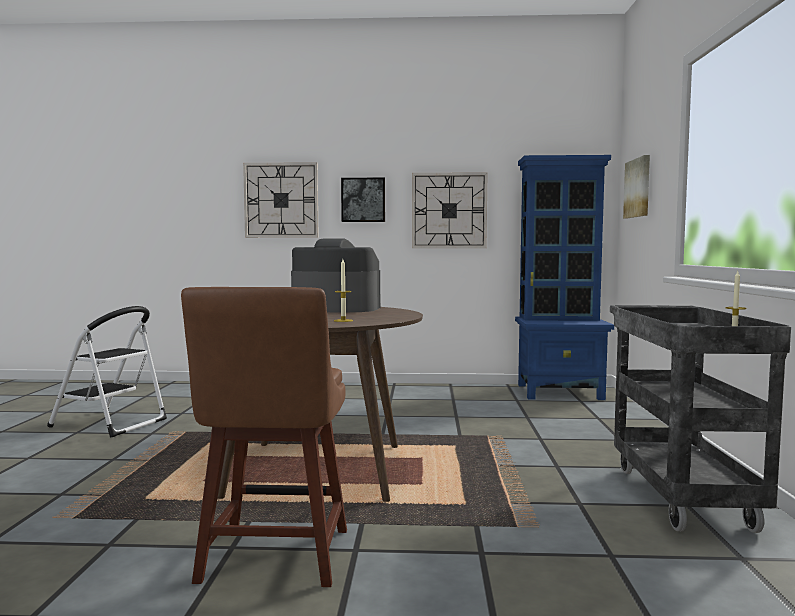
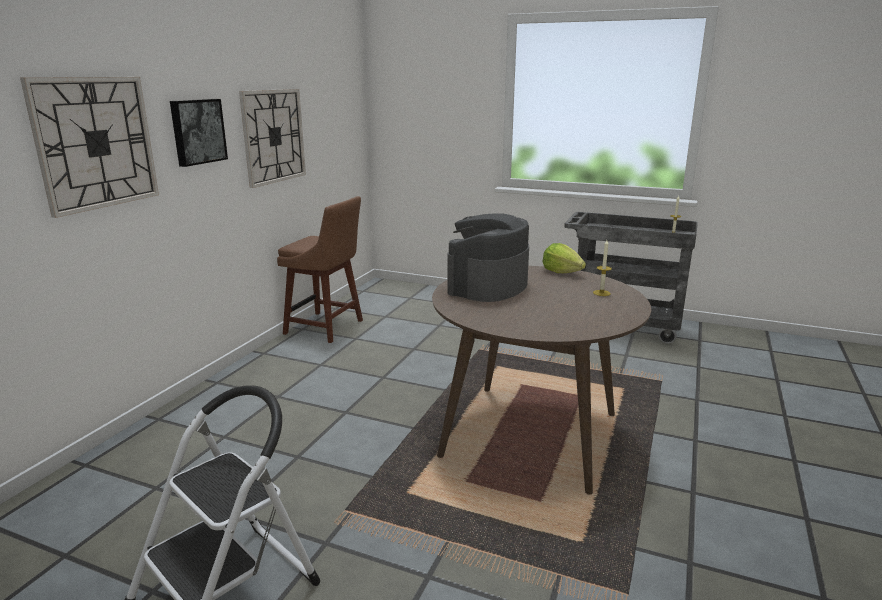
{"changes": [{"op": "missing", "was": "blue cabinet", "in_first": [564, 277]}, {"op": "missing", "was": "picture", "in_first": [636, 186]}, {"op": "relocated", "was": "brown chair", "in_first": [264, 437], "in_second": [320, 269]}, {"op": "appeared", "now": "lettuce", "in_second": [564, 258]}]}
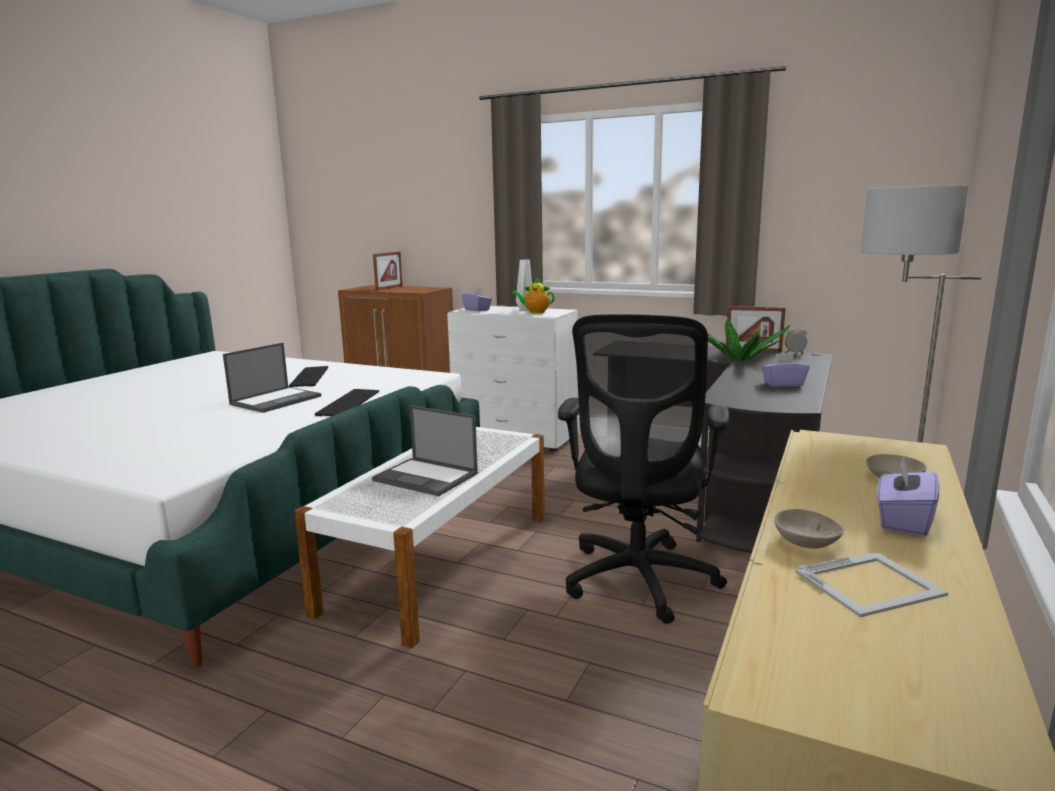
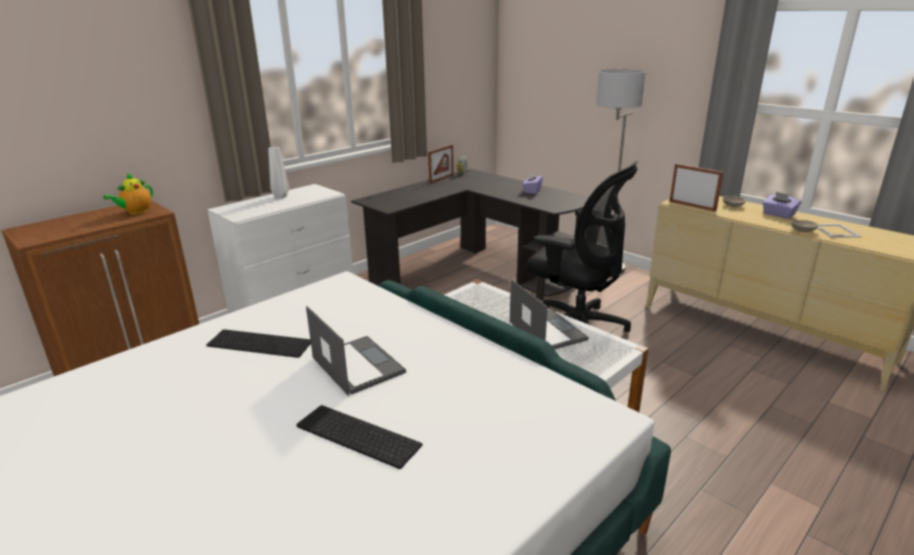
{"changes": [{"op": "relocated", "was": "picture frame", "in_first": [388, 271], "in_second": [696, 188]}, {"op": "relocated", "was": "teapot", "in_first": [533, 296], "in_second": [128, 194]}, {"op": "missing", "was": "purple tissue box", "in_first": [477, 299]}, {"op": "missing", "was": "potted plant", "in_first": [749, 340]}, {"op": "relocated", "was": "keyboard", "in_first": [347, 402], "in_second": [359, 437]}, {"op": "spun", "was": "laptop", "in_first": [425, 451], "in_second": [549, 314], "clockwise": -75}]}
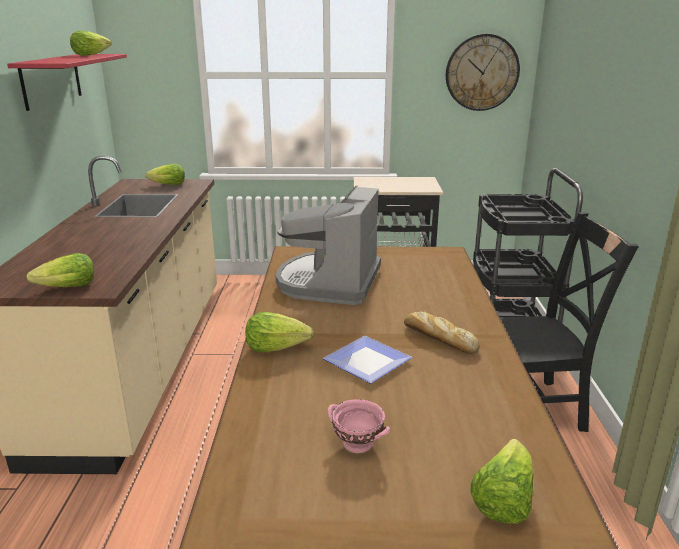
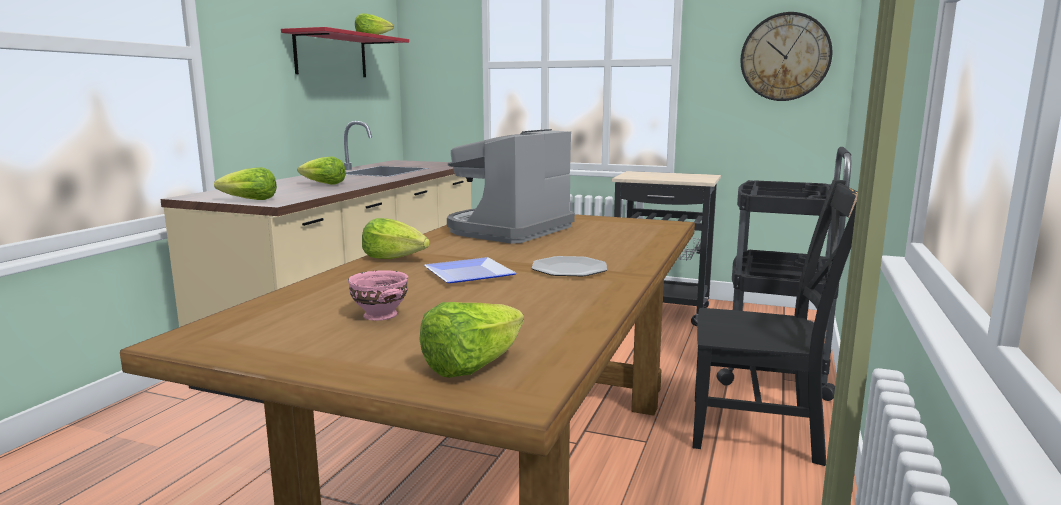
{"changes": [{"op": "relocated", "was": "lettuce", "in_first": [165, 174], "in_second": [321, 171]}, {"op": "exchanged", "was": "bread", "now": "plate", "in_first": [441, 332], "in_second": [569, 266]}]}
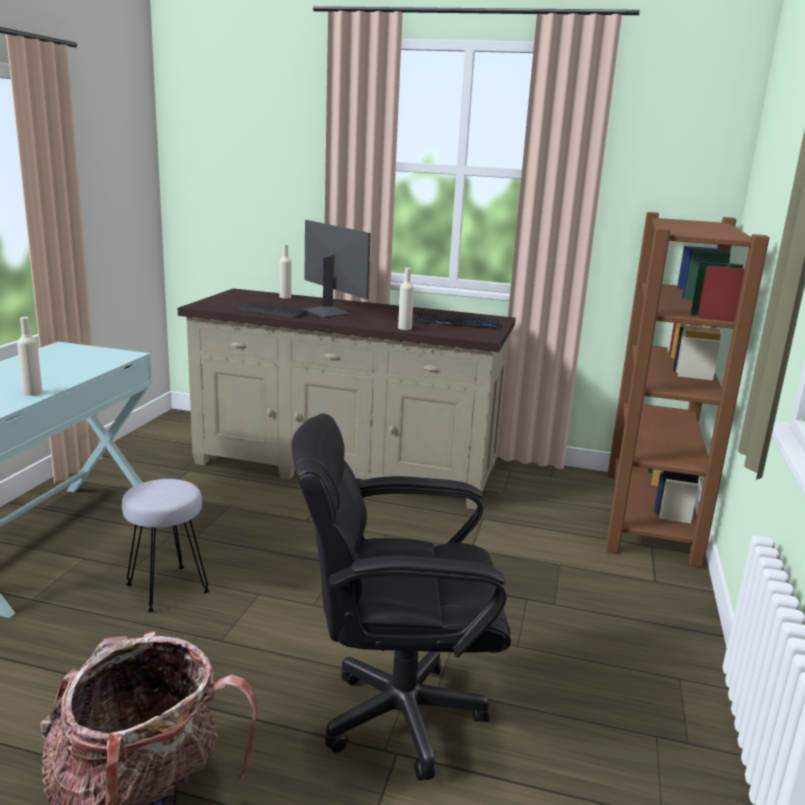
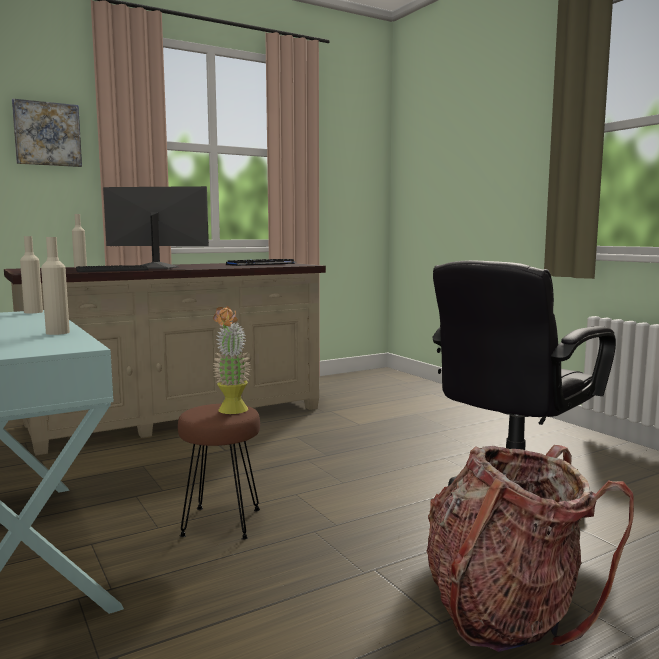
{"changes": [{"op": "missing", "was": "brown bookcase", "in_first": [688, 390]}, {"op": "relocated", "was": "beige bottle", "in_first": [406, 299], "in_second": [31, 274]}, {"op": "colour", "was": "grey stool", "now": "brown stool", "in_first": [165, 545], "in_second": [219, 472]}, {"op": "appeared", "now": "picture", "in_second": [47, 132]}, {"op": "appeared", "now": "potted plant", "in_second": [232, 360]}]}
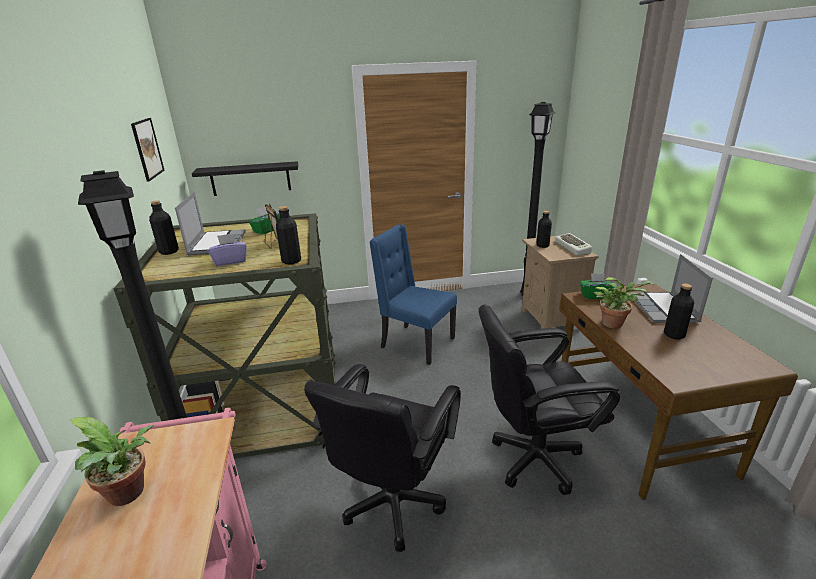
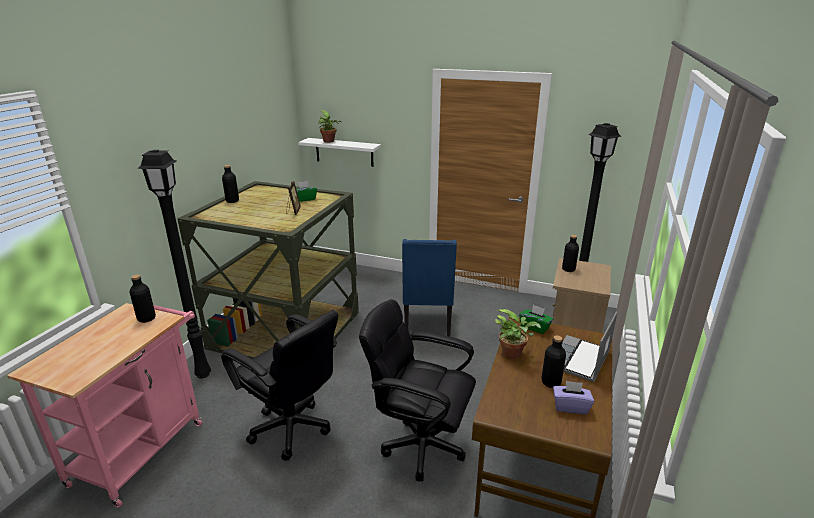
{"changes": [{"op": "missing", "was": "picture", "in_first": [147, 150]}, {"op": "colour", "was": "black shelf", "now": "white shelf", "in_first": [245, 178], "in_second": [339, 152]}, {"op": "missing", "was": "laptop", "in_first": [210, 223]}, {"op": "relocated", "was": "black bottle", "in_first": [288, 235], "in_second": [142, 299]}, {"op": "spun", "was": "blue chair", "in_first": [413, 294], "in_second": [429, 288], "clockwise": -150}, {"op": "missing", "was": "keyboard", "in_first": [573, 244]}, {"op": "relocated", "was": "purple tissue box", "in_first": [227, 250], "in_second": [573, 397]}, {"op": "spun", "was": "black office chair", "in_first": [382, 458], "in_second": [279, 385], "clockwise": -105}, {"op": "relocated", "was": "potted plant", "in_first": [112, 461], "in_second": [330, 126]}]}
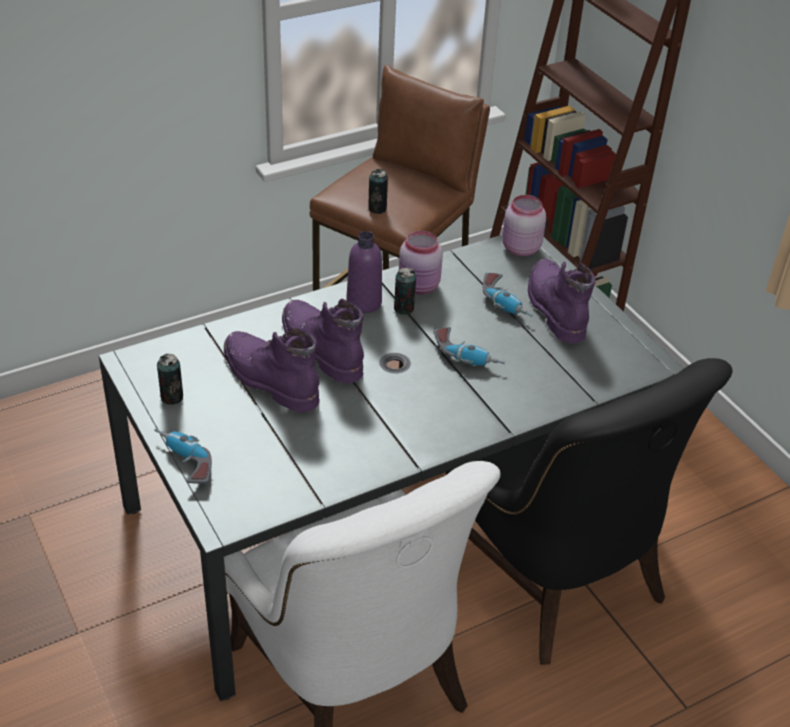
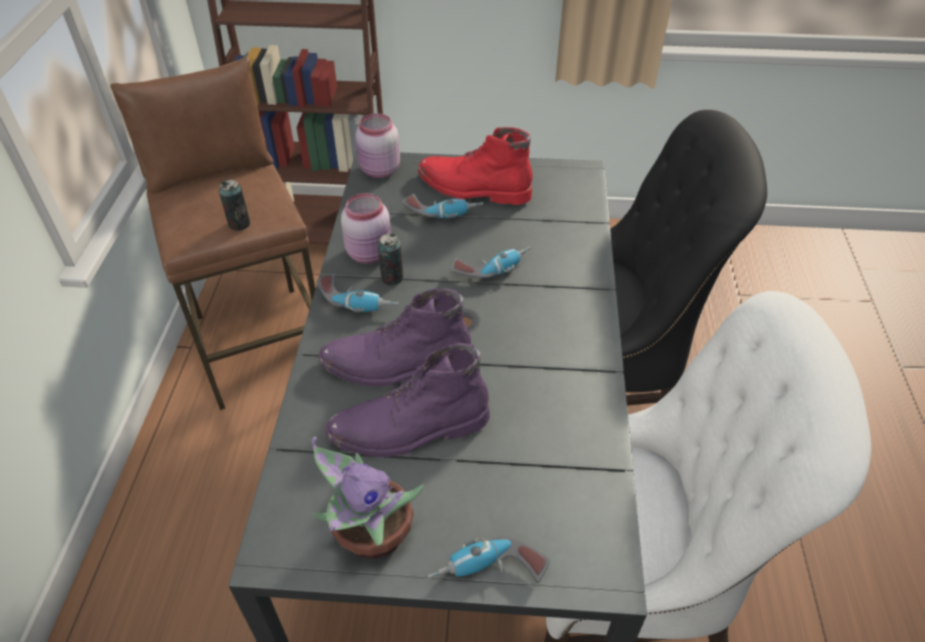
{"changes": [{"op": "exchanged", "was": "purple bottle", "now": "power drill", "in_first": [364, 272], "in_second": [357, 293]}, {"op": "colour", "was": "purple boot", "now": "red boot", "in_first": [562, 301], "in_second": [475, 166]}, {"op": "exchanged", "was": "can", "now": "potted plant", "in_first": [170, 379], "in_second": [368, 497]}]}
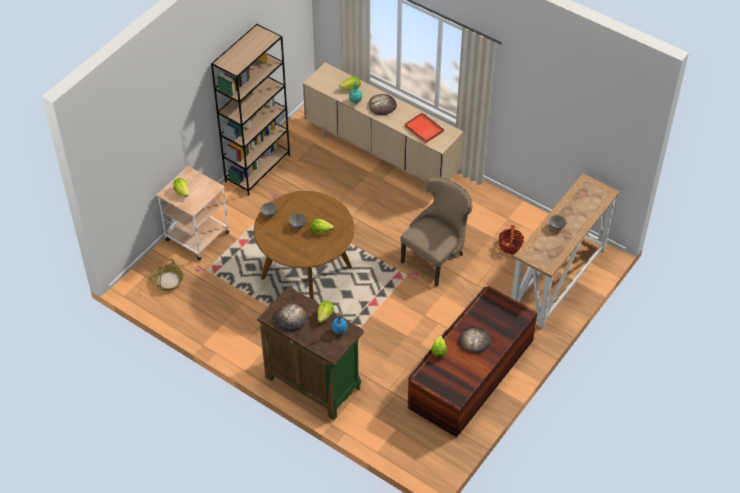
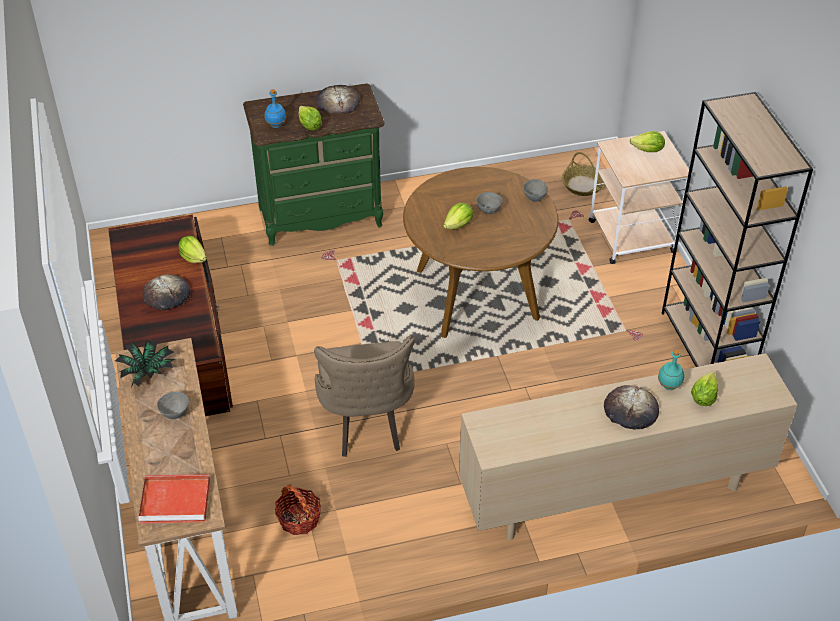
{"changes": [{"op": "relocated", "was": "red tray", "in_first": [425, 127], "in_second": [174, 499]}, {"op": "appeared", "now": "potted plant", "in_second": [145, 364]}]}
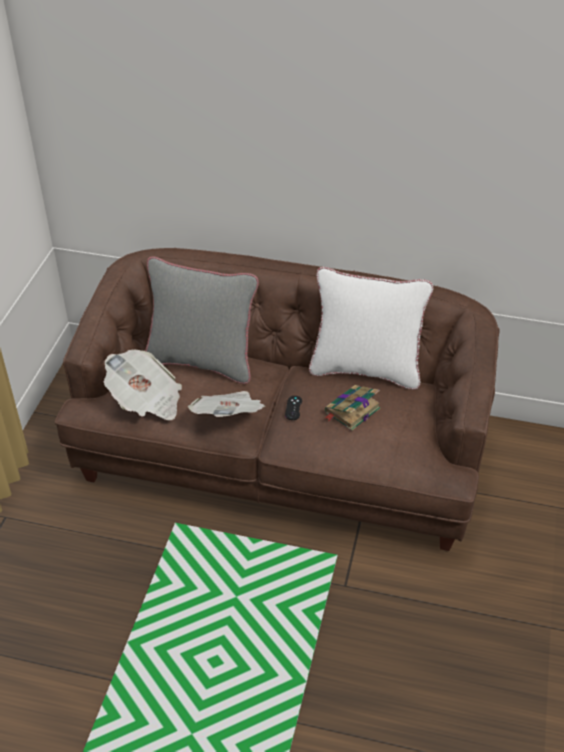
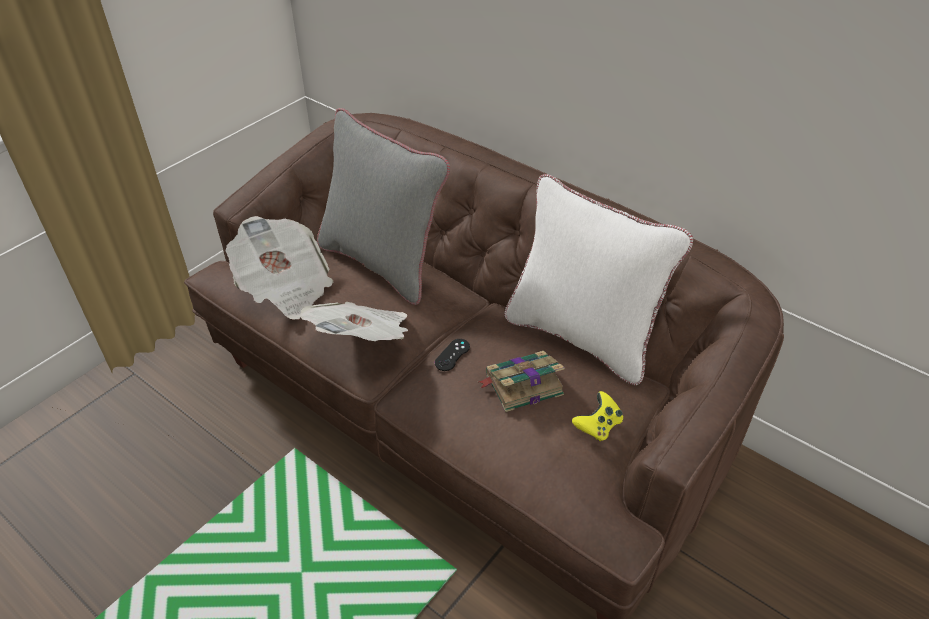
{"changes": [{"op": "appeared", "now": "yellow game controller", "in_second": [597, 416]}]}
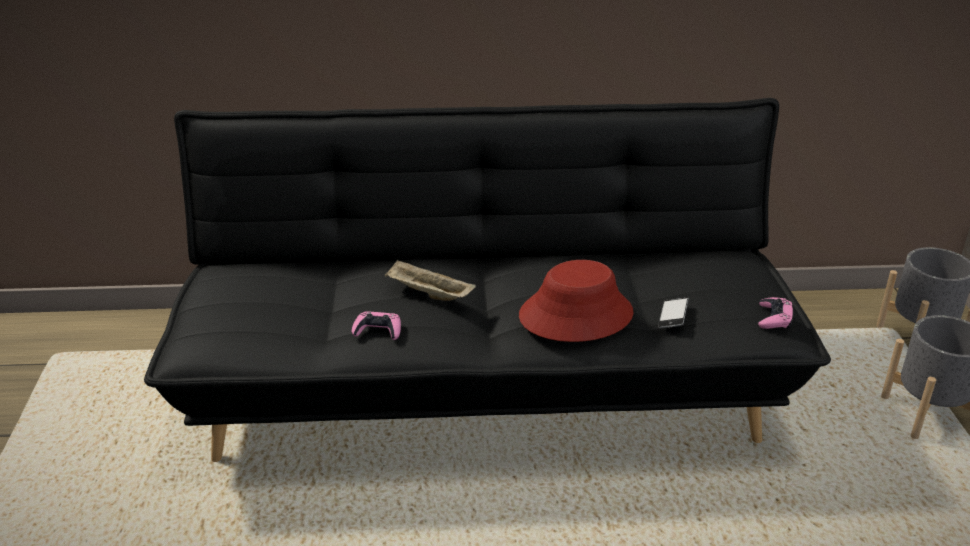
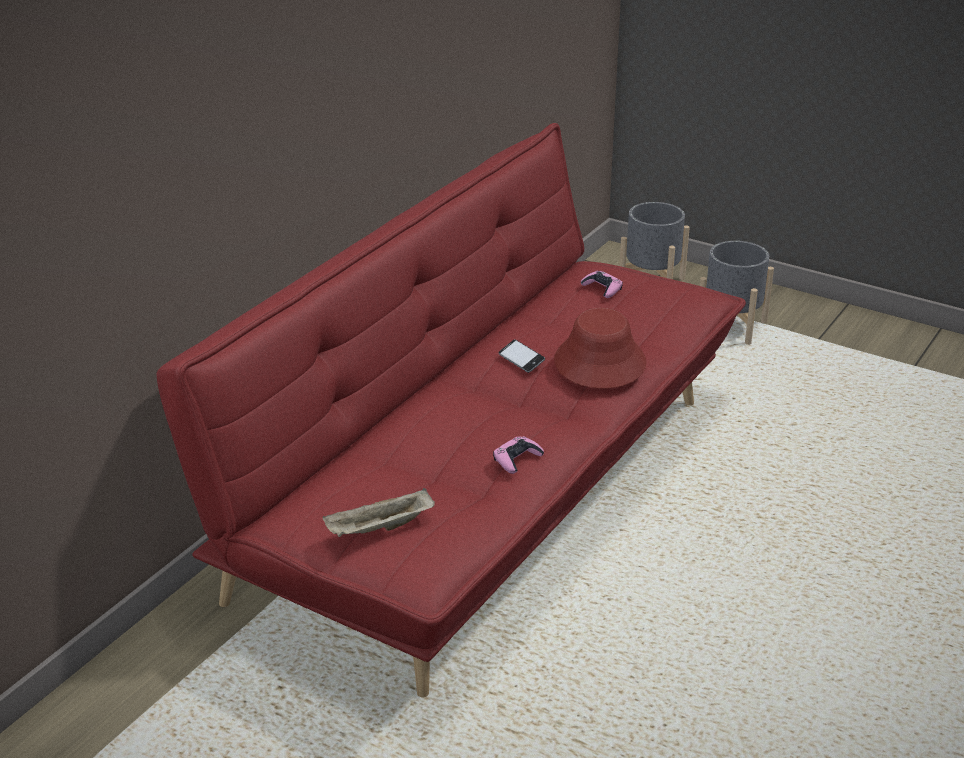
{"changes": [{"op": "colour", "was": "black sofa", "now": "red sofa", "in_first": [487, 280], "in_second": [451, 410]}, {"op": "relocated", "was": "beige tray", "in_first": [430, 280], "in_second": [379, 512]}, {"op": "relocated", "was": "phone", "in_first": [673, 312], "in_second": [521, 356]}, {"op": "relocated", "was": "pink game controller", "in_first": [775, 313], "in_second": [602, 284]}]}
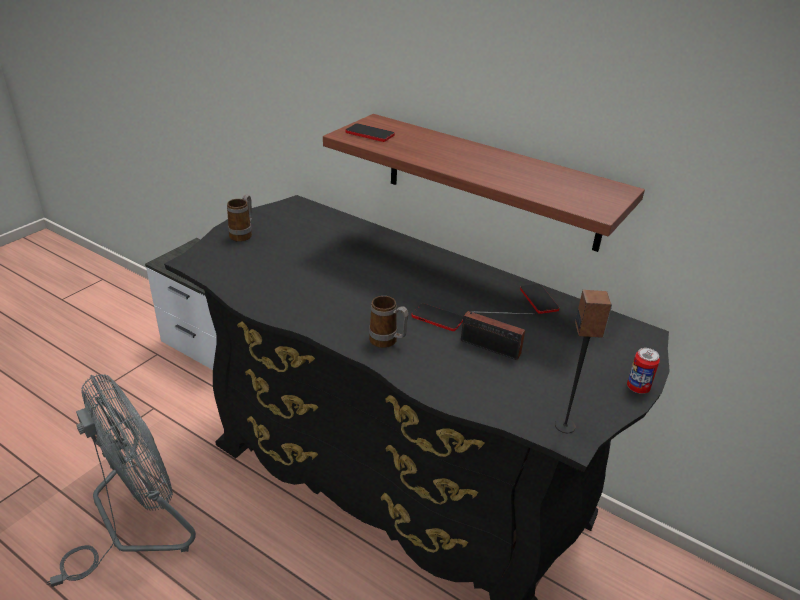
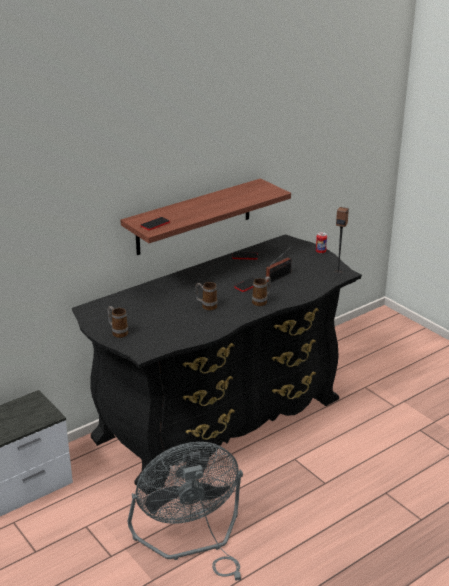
{"changes": [{"op": "appeared", "now": "mug", "in_second": [206, 296]}]}
